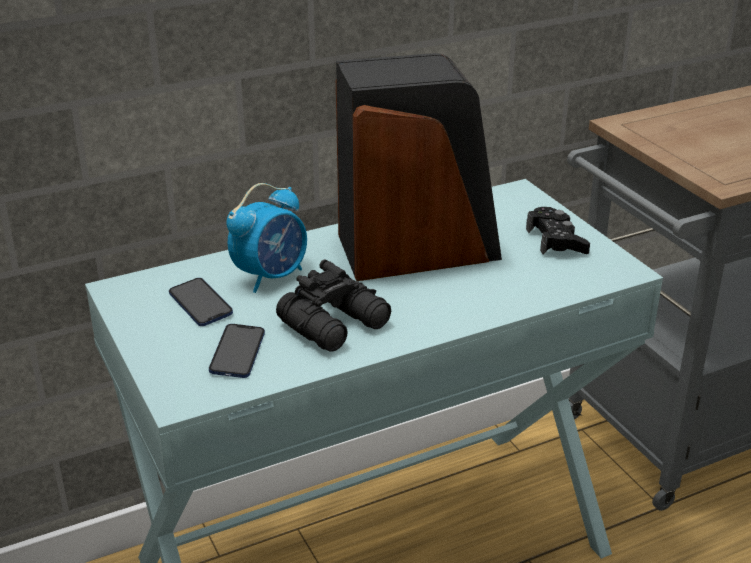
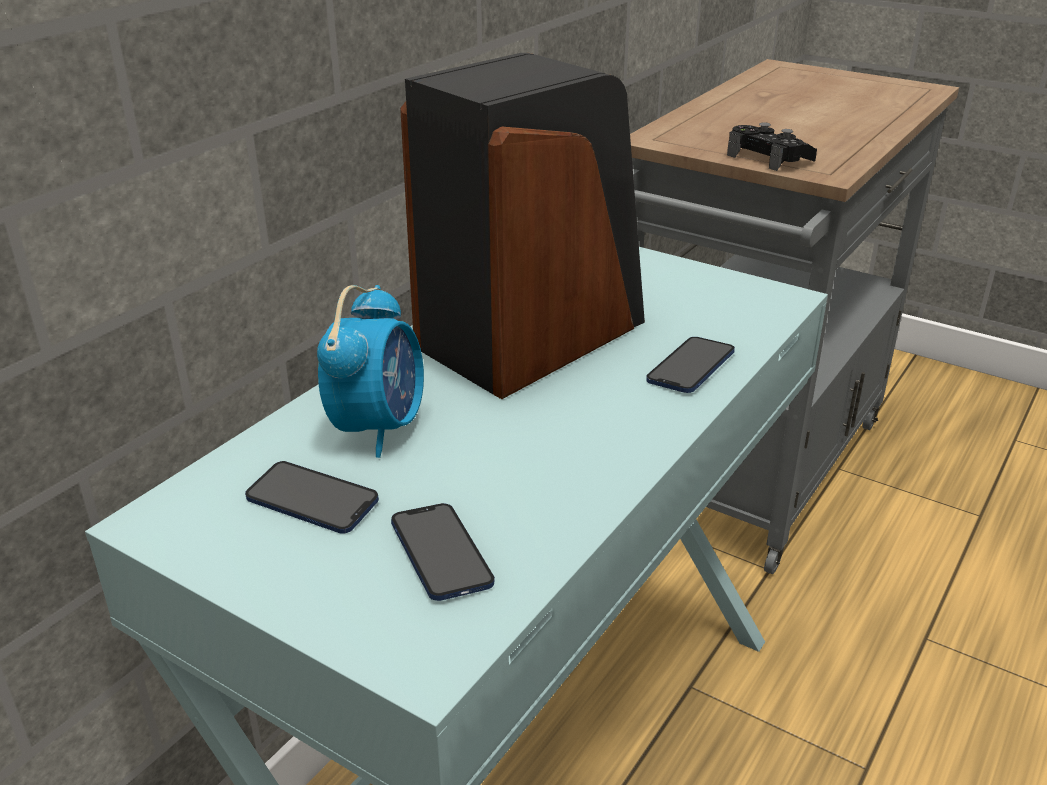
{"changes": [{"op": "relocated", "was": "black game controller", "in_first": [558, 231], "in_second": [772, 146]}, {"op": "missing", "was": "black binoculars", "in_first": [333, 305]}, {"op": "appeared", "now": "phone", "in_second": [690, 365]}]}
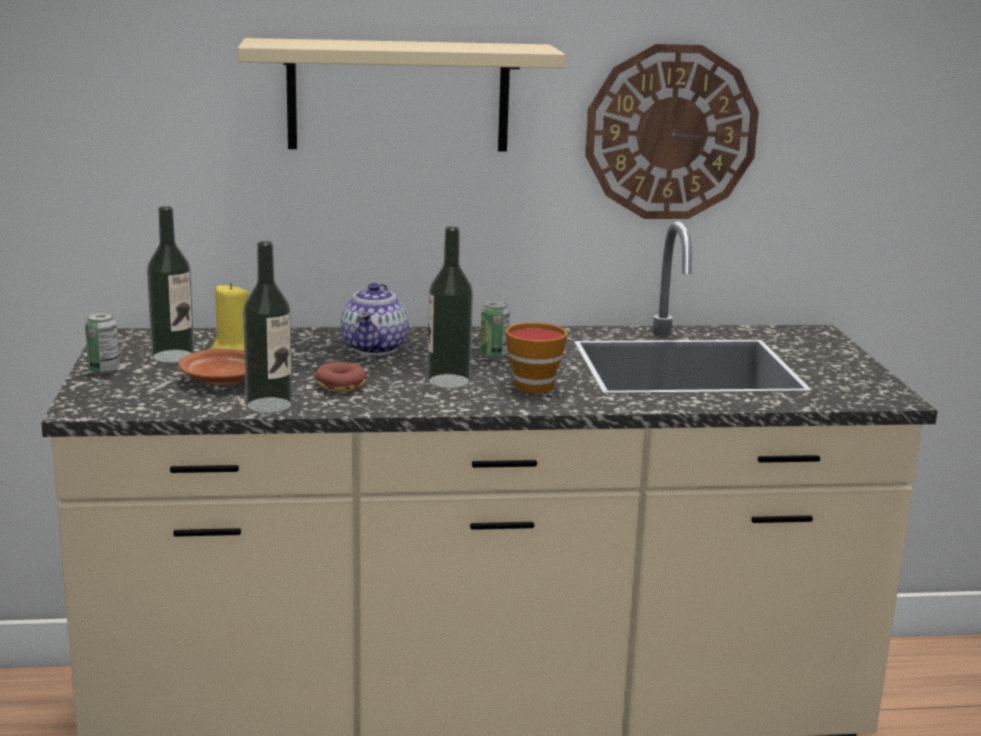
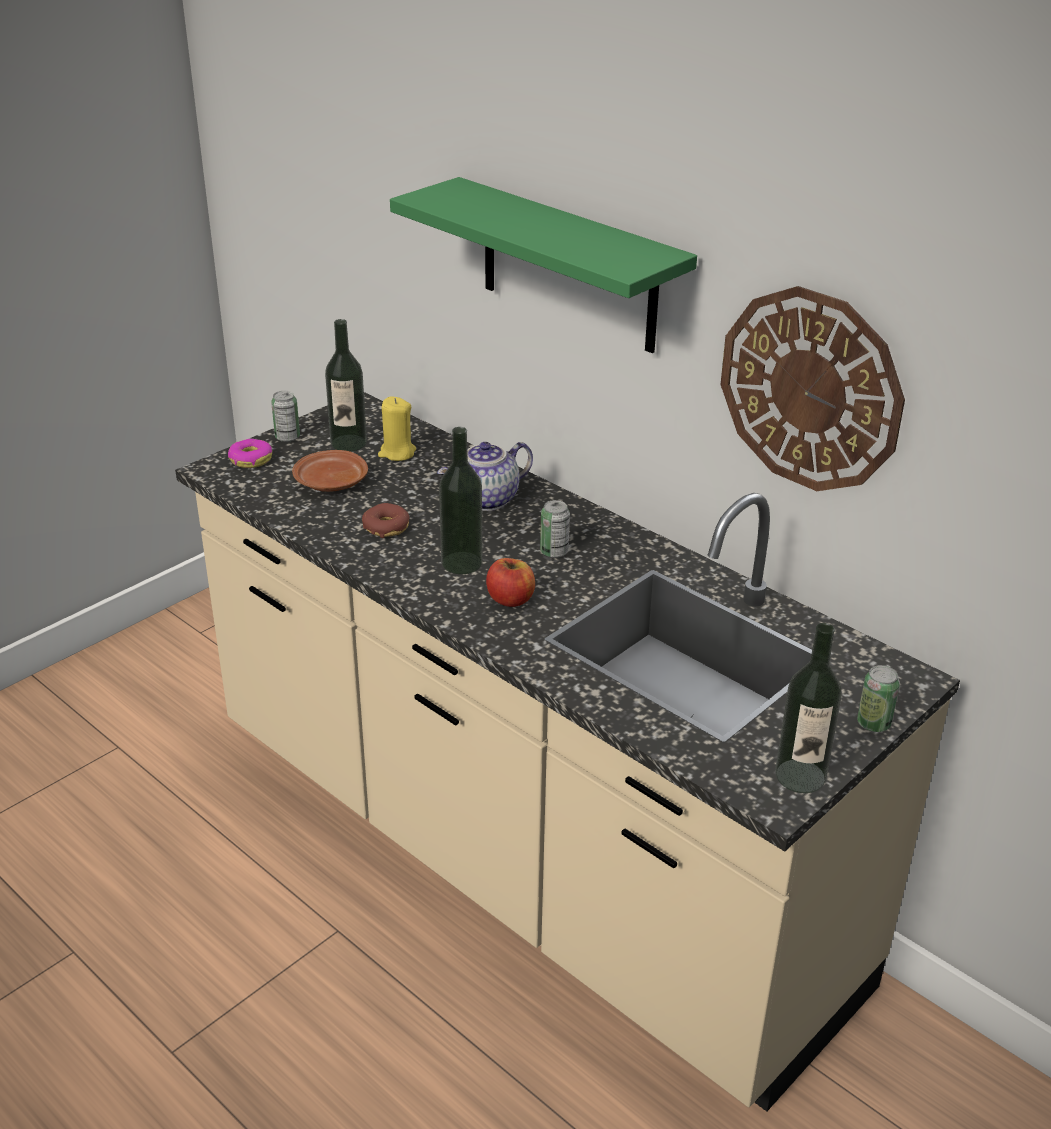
{"changes": [{"op": "colour", "was": "beige shelf", "now": "green shelf", "in_first": [402, 95], "in_second": [543, 265]}, {"op": "relocated", "was": "bottle", "in_first": [267, 327], "in_second": [808, 708]}, {"op": "exchanged", "was": "cup", "now": "apple", "in_first": [536, 358], "in_second": [510, 582]}, {"op": "appeared", "now": "donut", "in_second": [250, 453]}, {"op": "appeared", "now": "can", "in_second": [878, 698]}]}
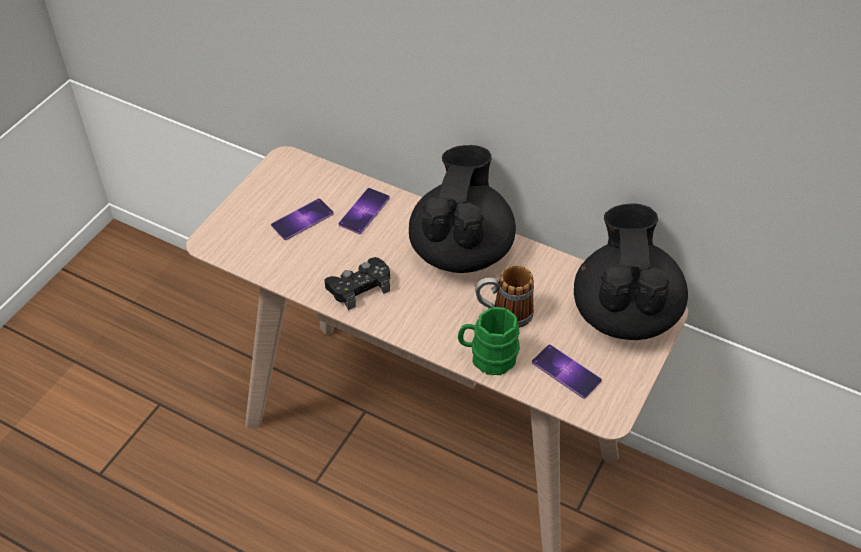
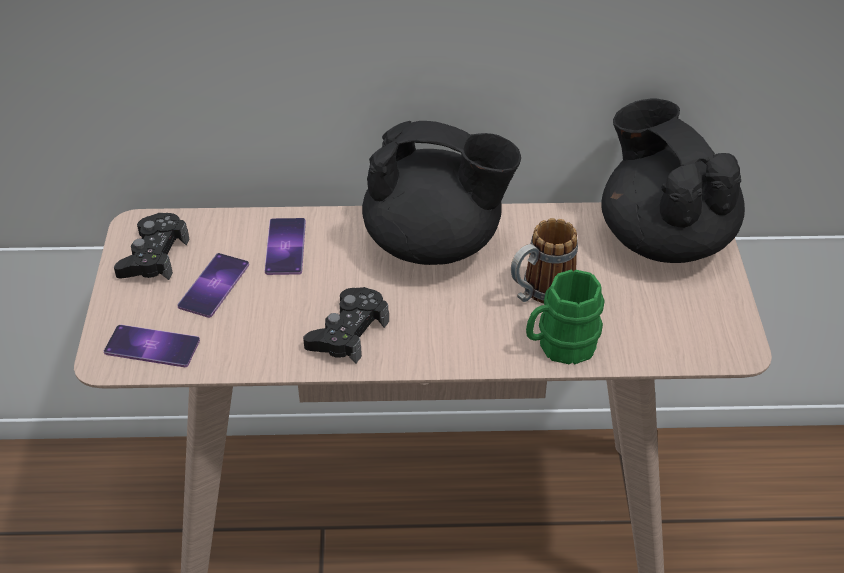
{"changes": [{"op": "spun", "was": "black teapot", "in_first": [462, 209], "in_second": [441, 193], "clockwise": 120}, {"op": "relocated", "was": "phone", "in_first": [567, 372], "in_second": [152, 346]}, {"op": "appeared", "now": "black game controller", "in_second": [151, 246]}]}
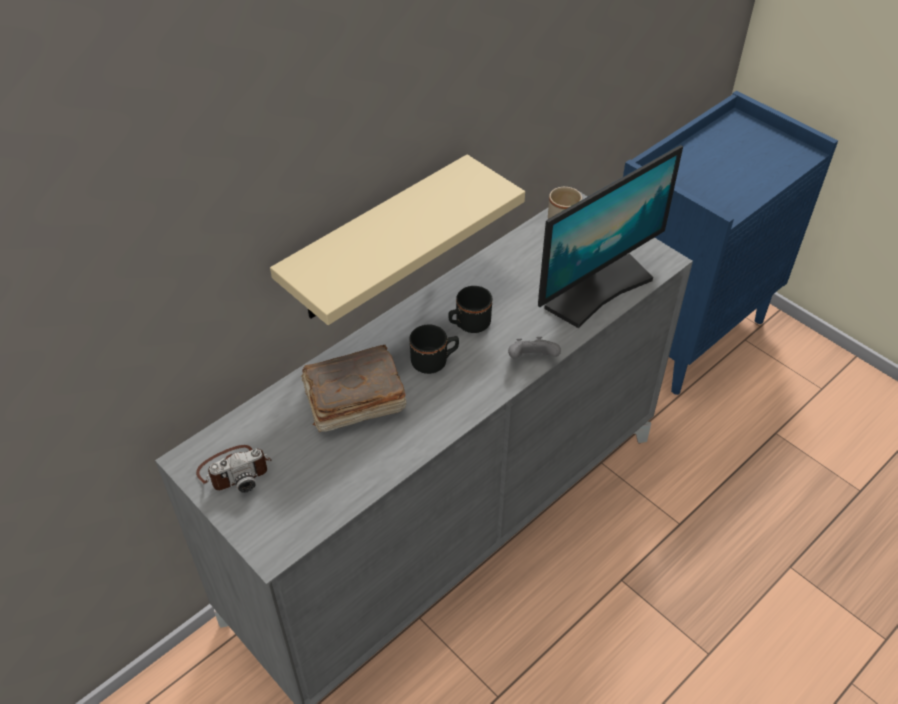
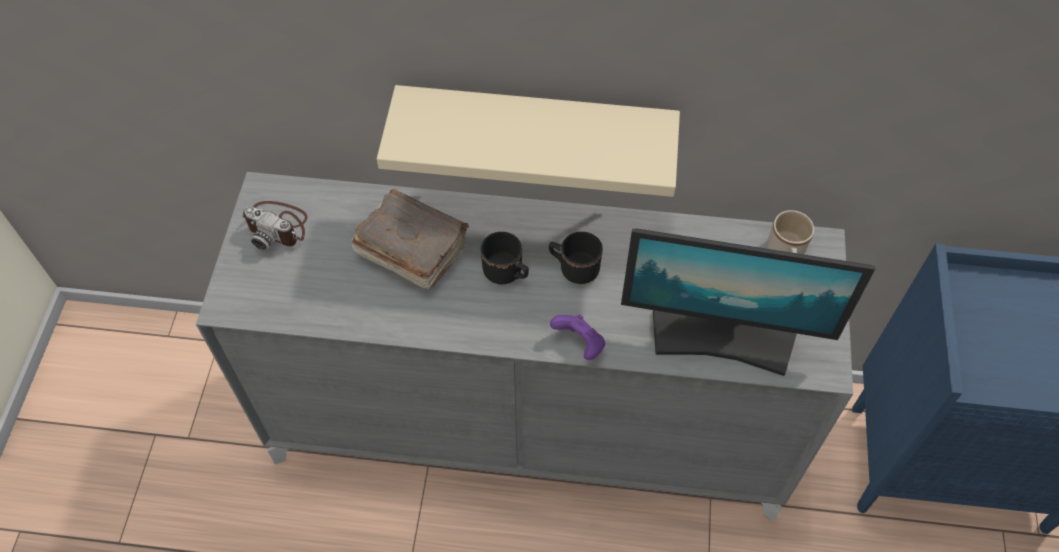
{"changes": [{"op": "colour", "was": "grey game controller", "now": "purple game controller", "in_first": [534, 347], "in_second": [577, 337]}]}
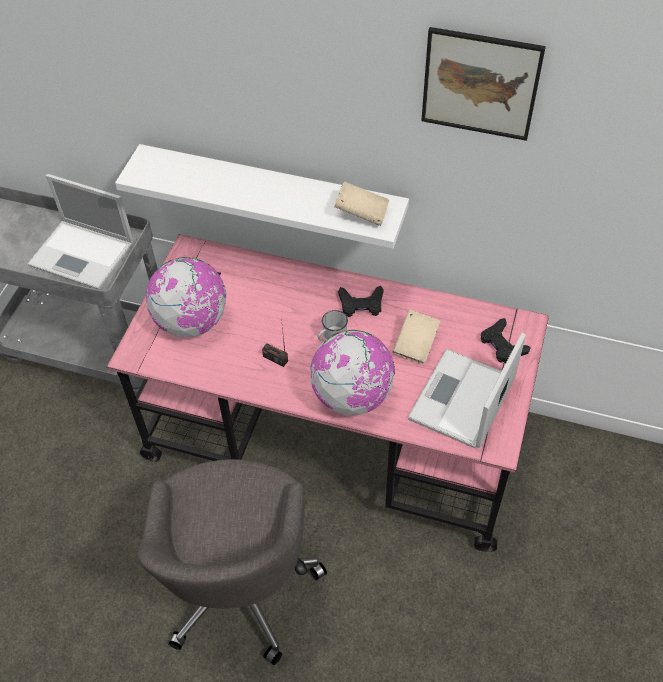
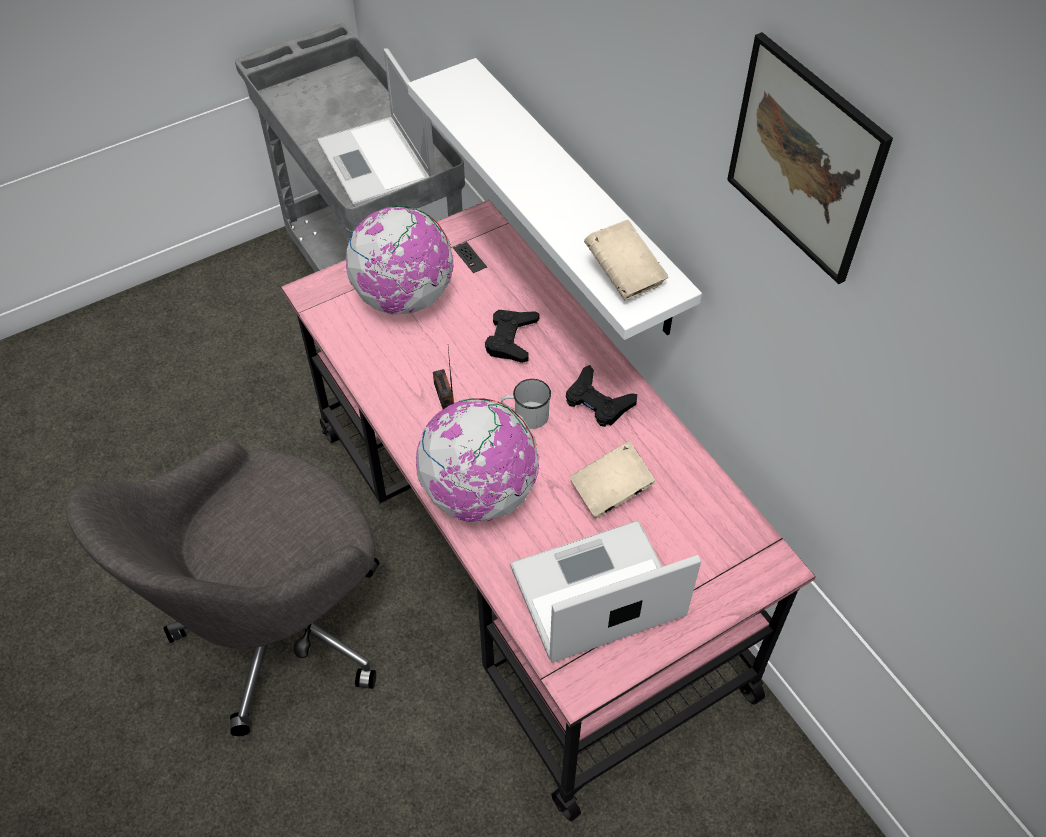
{"changes": [{"op": "relocated", "was": "black game controller", "in_first": [506, 340], "in_second": [512, 336]}]}
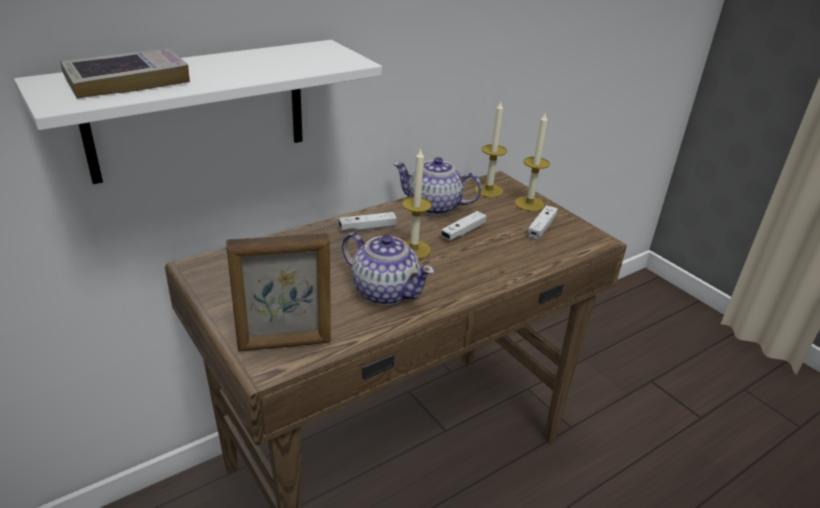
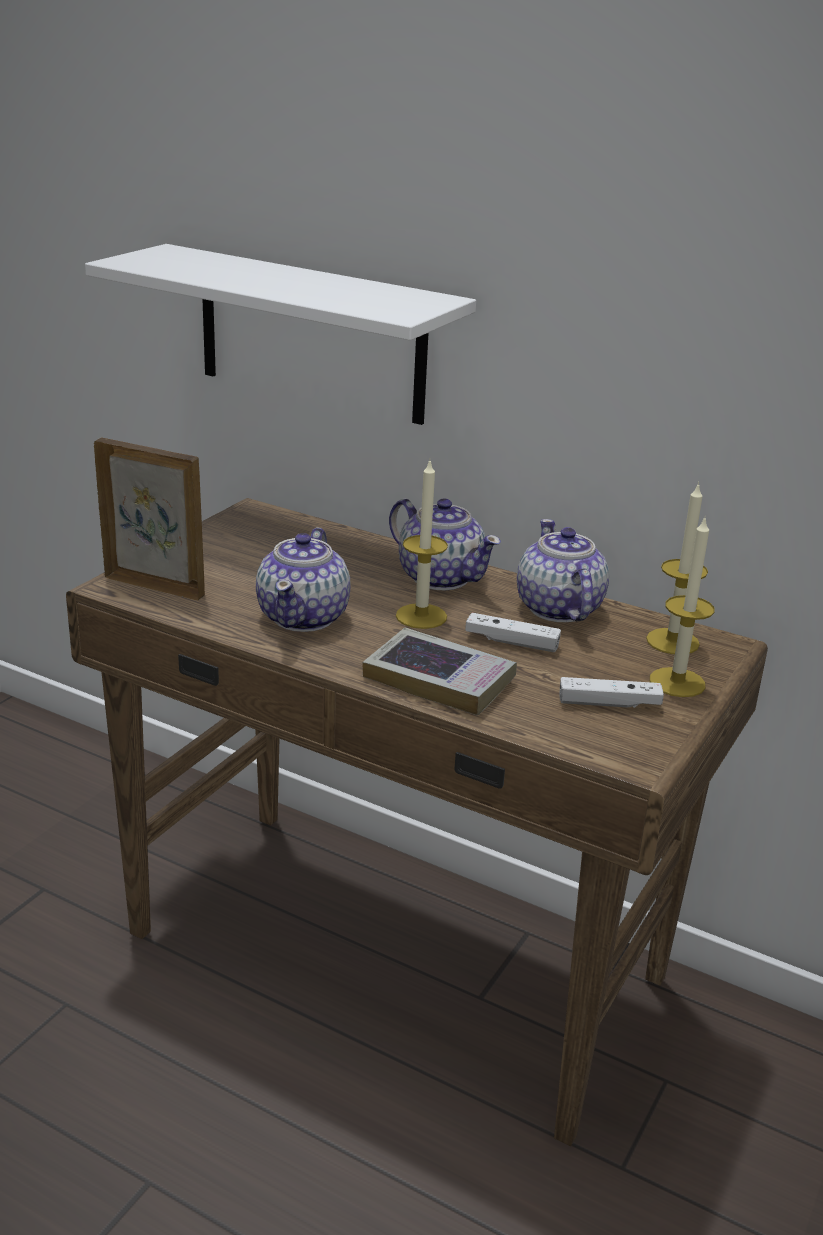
{"changes": [{"op": "relocated", "was": "book", "in_first": [125, 73], "in_second": [440, 671]}, {"op": "exchanged", "was": "white game controller", "now": "teapot", "in_first": [368, 221], "in_second": [445, 544]}, {"op": "spun", "was": "picture frame", "in_first": [278, 292], "in_second": [149, 518], "clockwise": 150}]}
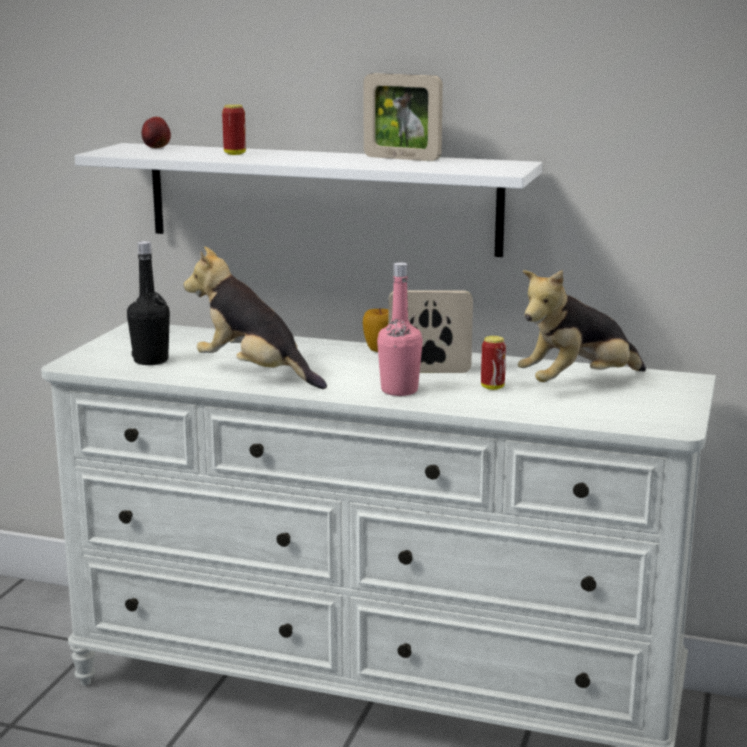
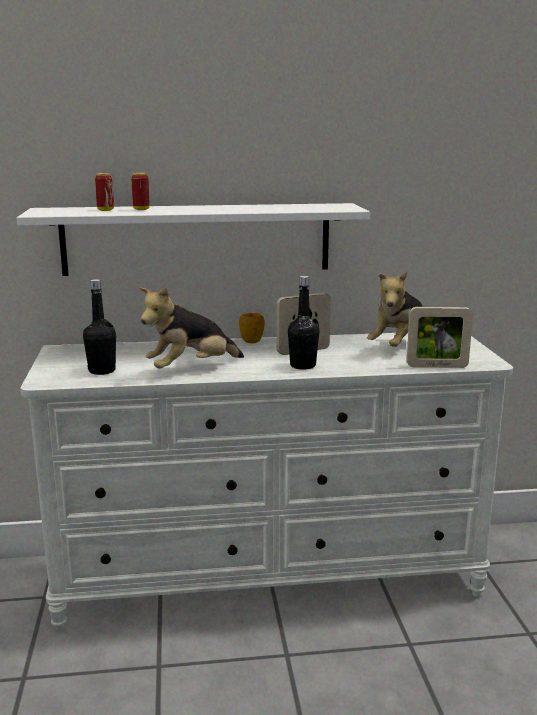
{"changes": [{"op": "relocated", "was": "picture frame", "in_first": [403, 117], "in_second": [440, 337]}, {"op": "missing", "was": "apple", "in_first": [156, 132]}, {"op": "spun", "was": "plush toy", "in_first": [255, 317], "in_second": [192, 328], "clockwise": -45}, {"op": "colour", "was": "pink bottle", "now": "black bottle", "in_first": [400, 329], "in_second": [303, 323]}, {"op": "relocated", "was": "can", "in_first": [493, 363], "in_second": [104, 192]}]}
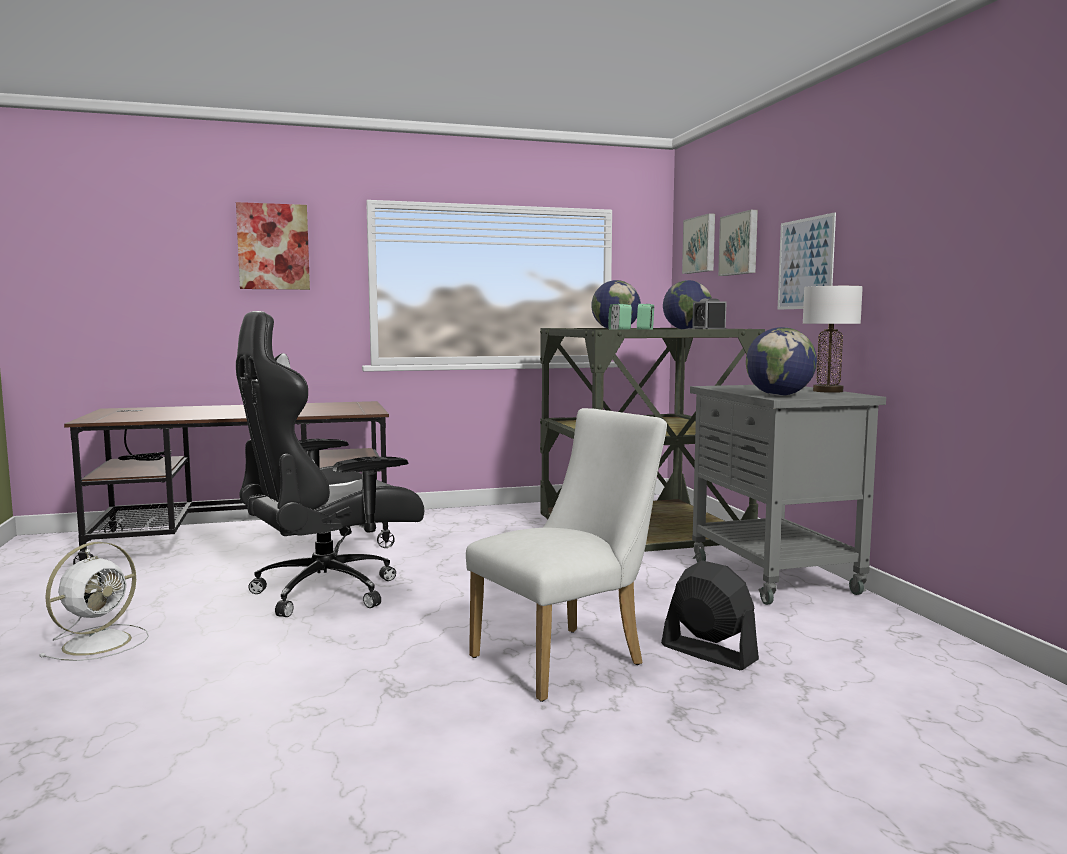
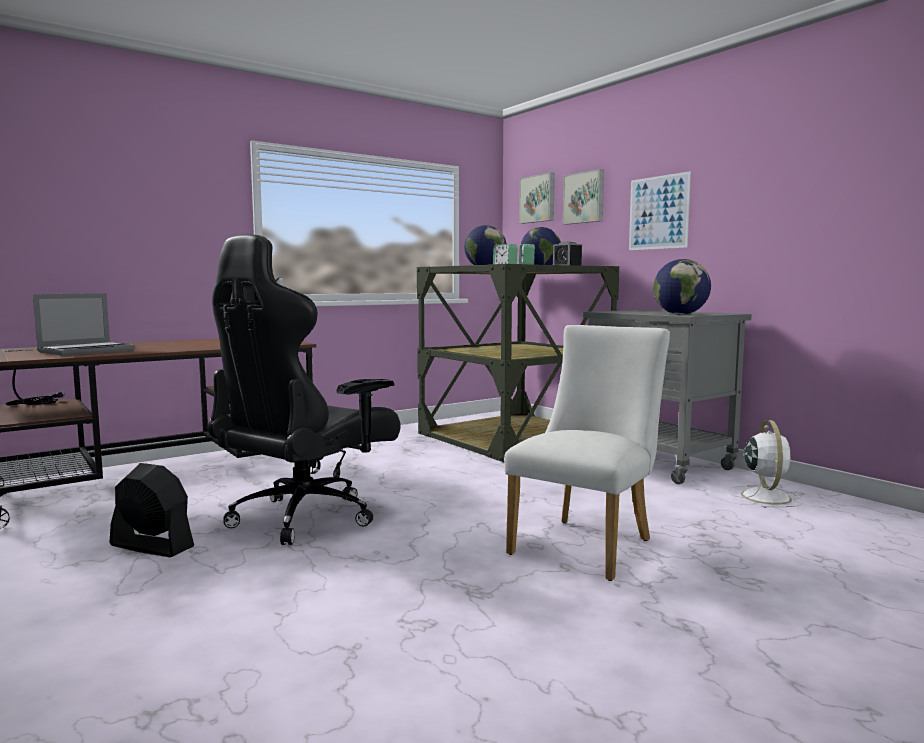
{"changes": [{"op": "missing", "was": "picture", "in_first": [273, 246]}, {"op": "missing", "was": "table lamp", "in_first": [833, 339]}, {"op": "relocated", "was": "white fan", "in_first": [94, 601], "in_second": [765, 464]}, {"op": "relocated", "was": "black fan", "in_first": [710, 615], "in_second": [151, 510]}, {"op": "appeared", "now": "laptop", "in_second": [84, 324]}]}
